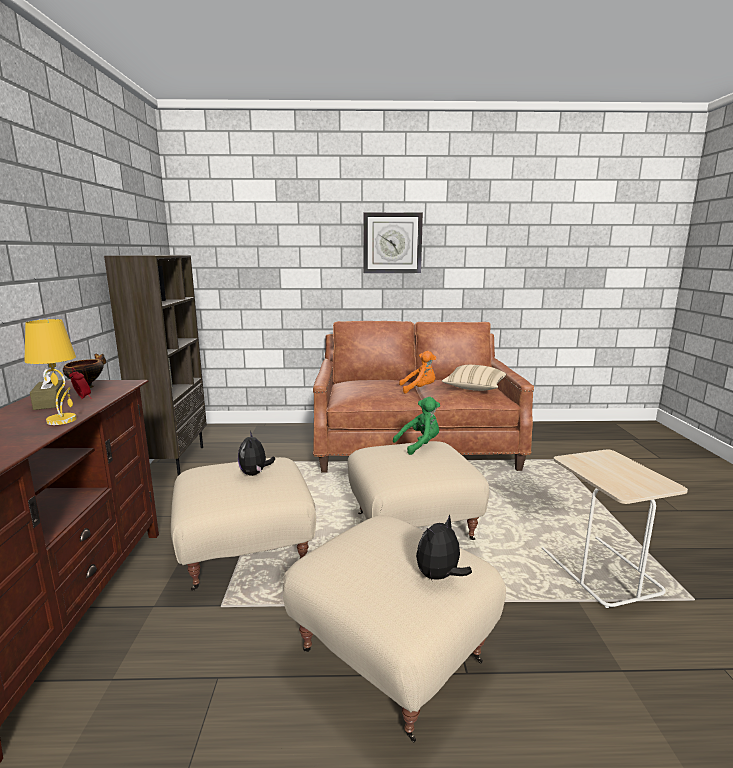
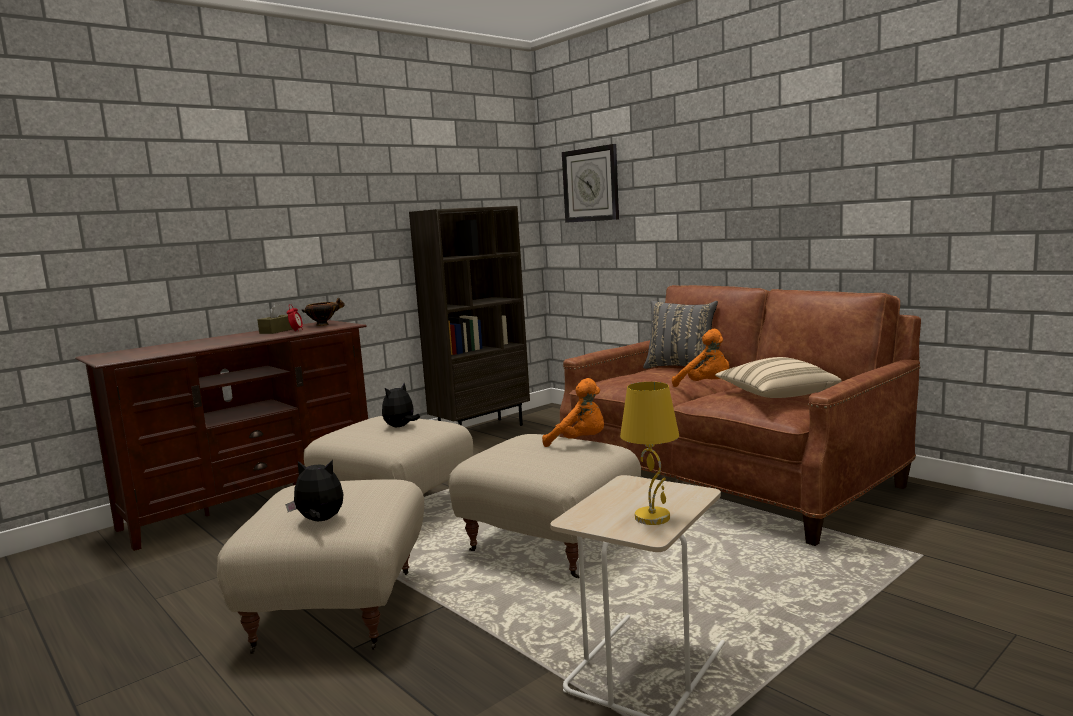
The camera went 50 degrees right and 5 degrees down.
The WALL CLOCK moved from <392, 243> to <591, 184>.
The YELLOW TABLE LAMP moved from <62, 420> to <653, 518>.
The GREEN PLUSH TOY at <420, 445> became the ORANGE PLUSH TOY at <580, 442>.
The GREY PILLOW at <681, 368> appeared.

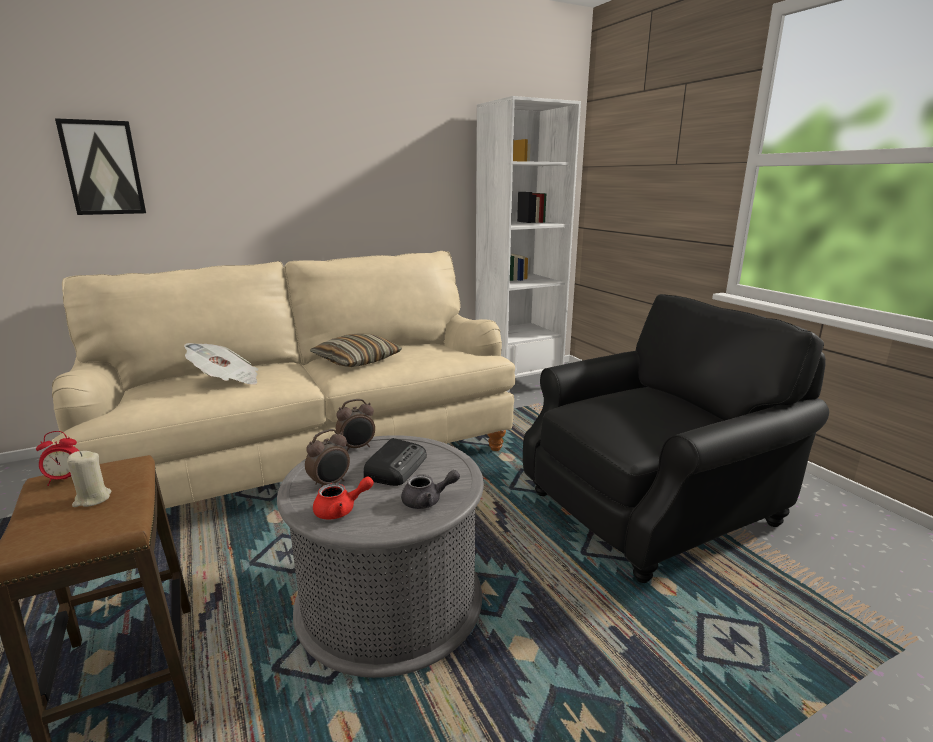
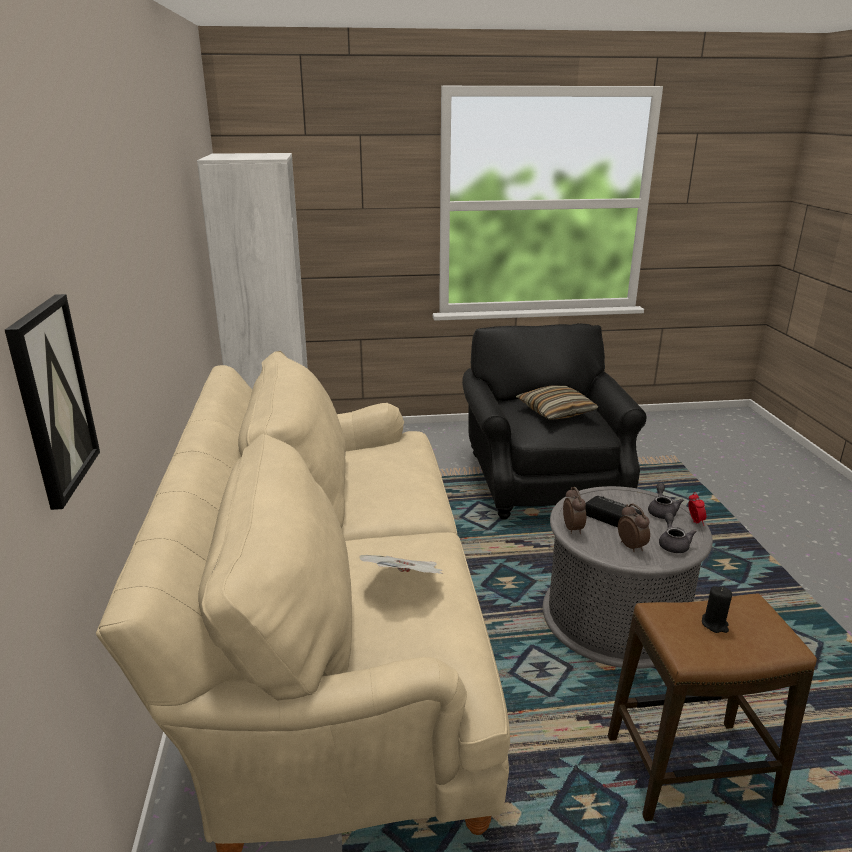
The camera went 70 degrees left and 5 degrees up.
The PILLOW moved from <357, 360> to <556, 411>.
The ALARM CLOCK moved from <65, 479> to <694, 522>.
The BEIGE CANDLE at <92, 499> became the BLACK CANDLE at <715, 624>.
The RED TEAPOT at <341, 510> became the GREY TEAPOT at <673, 544>.

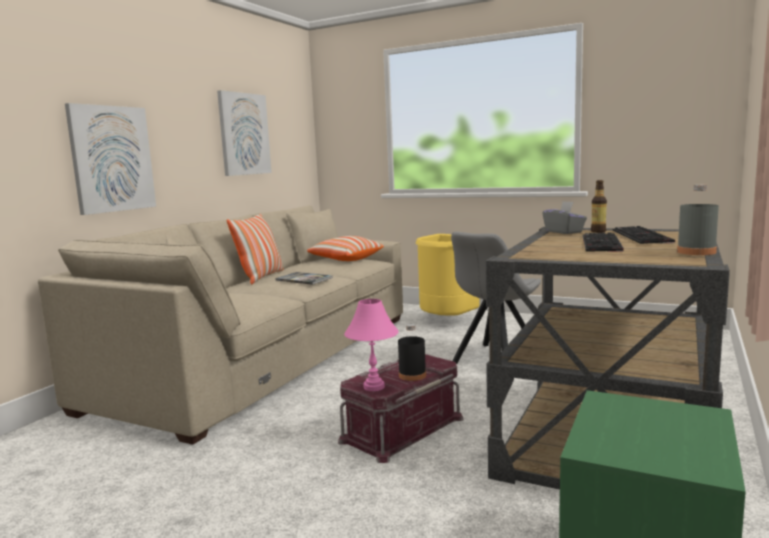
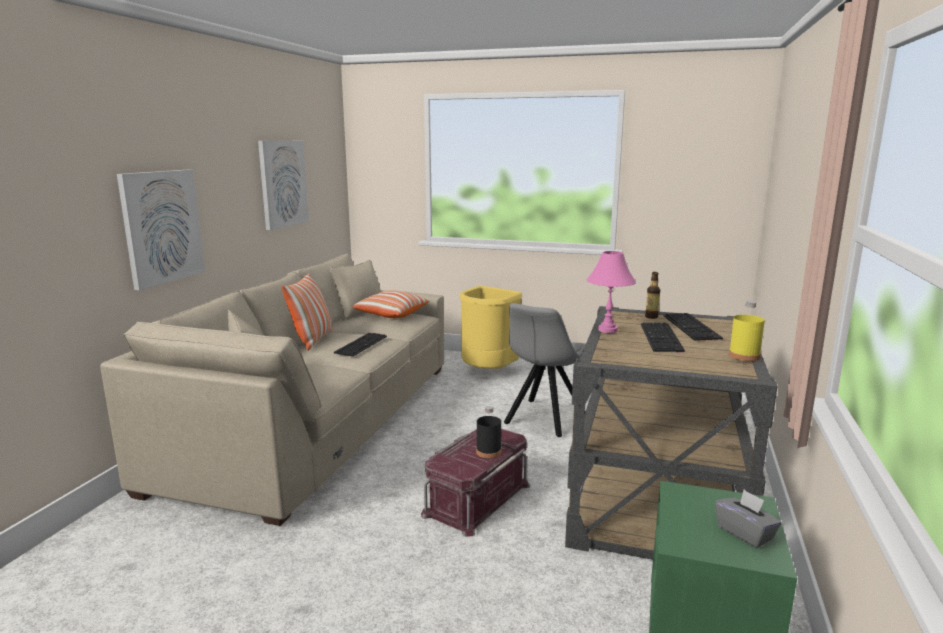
The camera went 10 degrees left and 5 degrees up.
The GREY BOTTLE at <696, 252> became the YELLOW BOTTLE at <744, 356>.
The GREY TISSUE BOX moved from <564, 232> to <745, 533>.
The BOOK at <304, 279> was replaced by the KEYBOARD at <361, 344>.
The PINK TABLE LAMP moved from <373, 387> to <607, 330>.

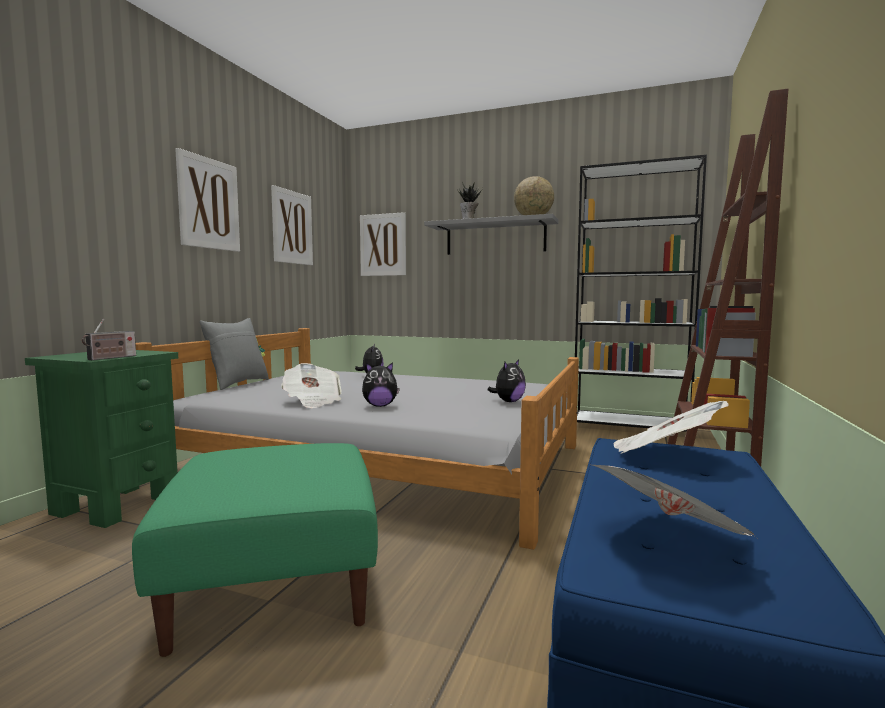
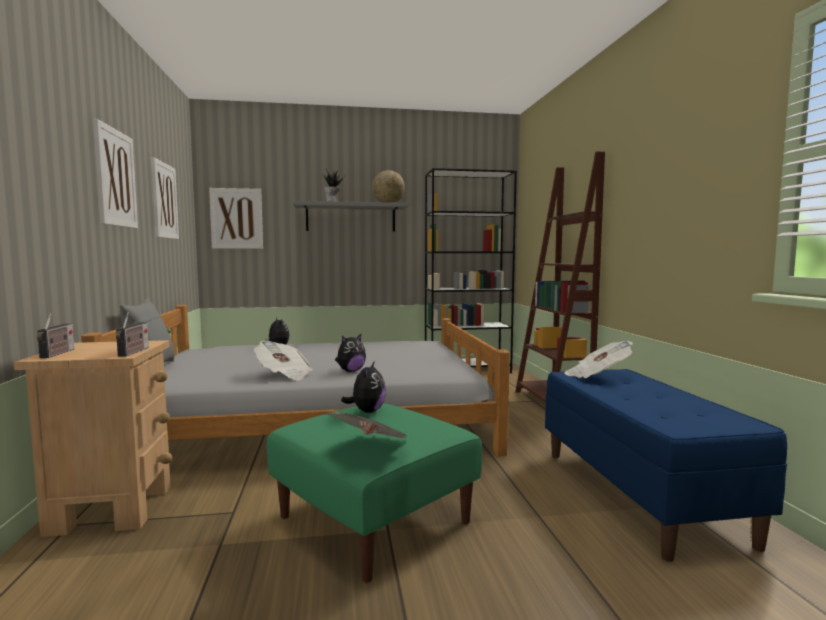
The camera went 30 degrees left and 0 degrees up.
The GREEN NIGHTSTAND at <119, 504> became the BEIGE NIGHTSTAND at <114, 508>.
The PLUSH TOY moved from <508, 401> to <367, 411>.
The NEWSPAPER moved from <674, 543> to <371, 449>.
The RADIO at <57, 354> appeared.

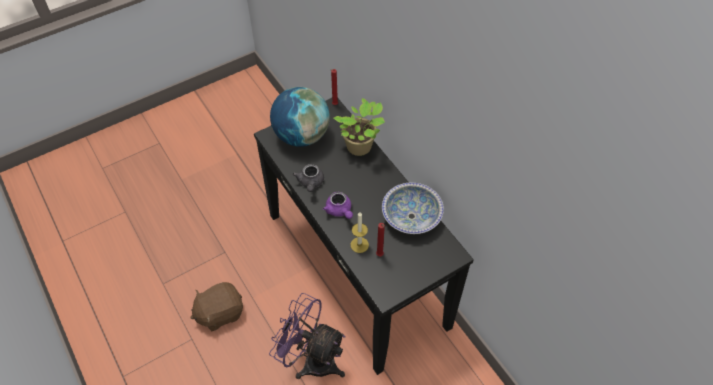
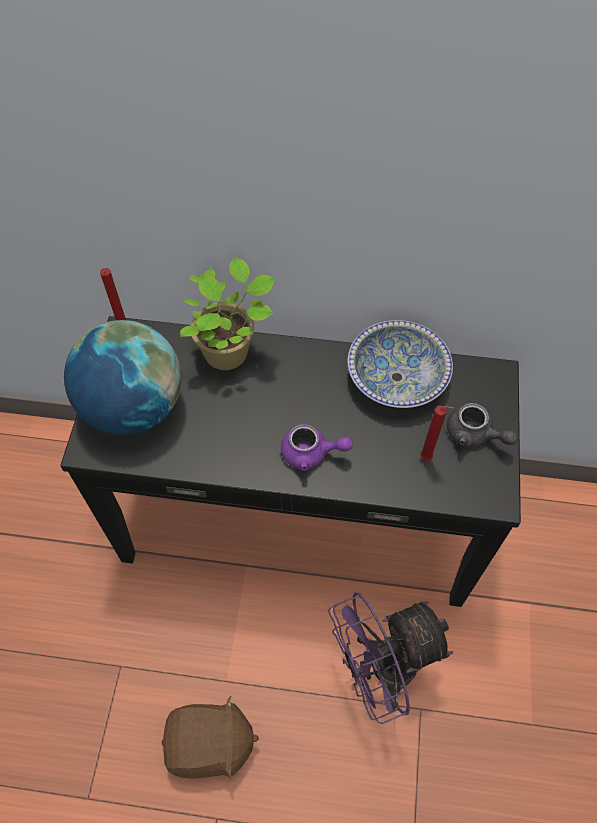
The camera went 50 degrees left and 5 degrees up.
The GREY TEAPOT moved from <310, 183> to <474, 435>.
The CANDLE at <359, 245> disappeared.
The BROWN PLUSH TOY at <220, 312> turned 105 degrees counterclockwise.

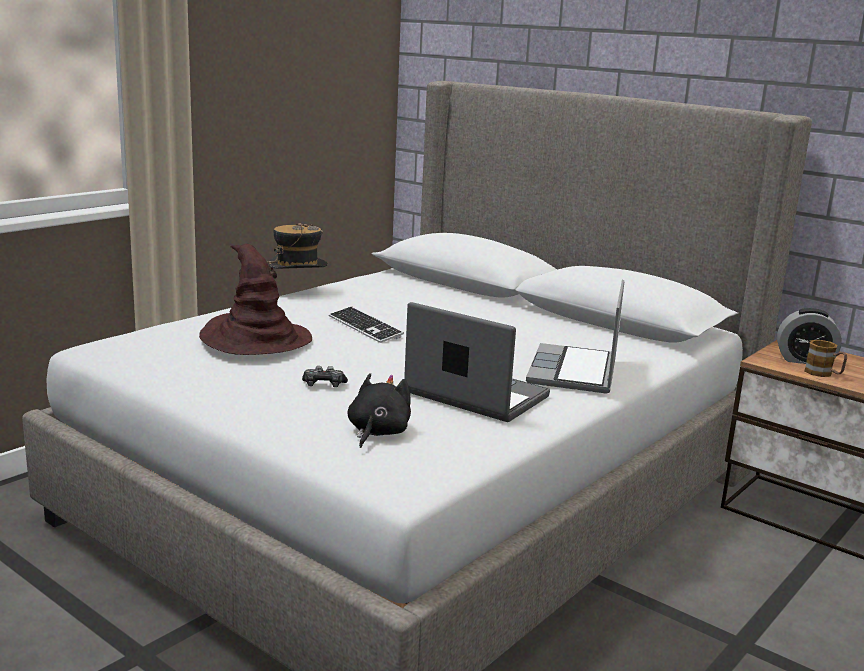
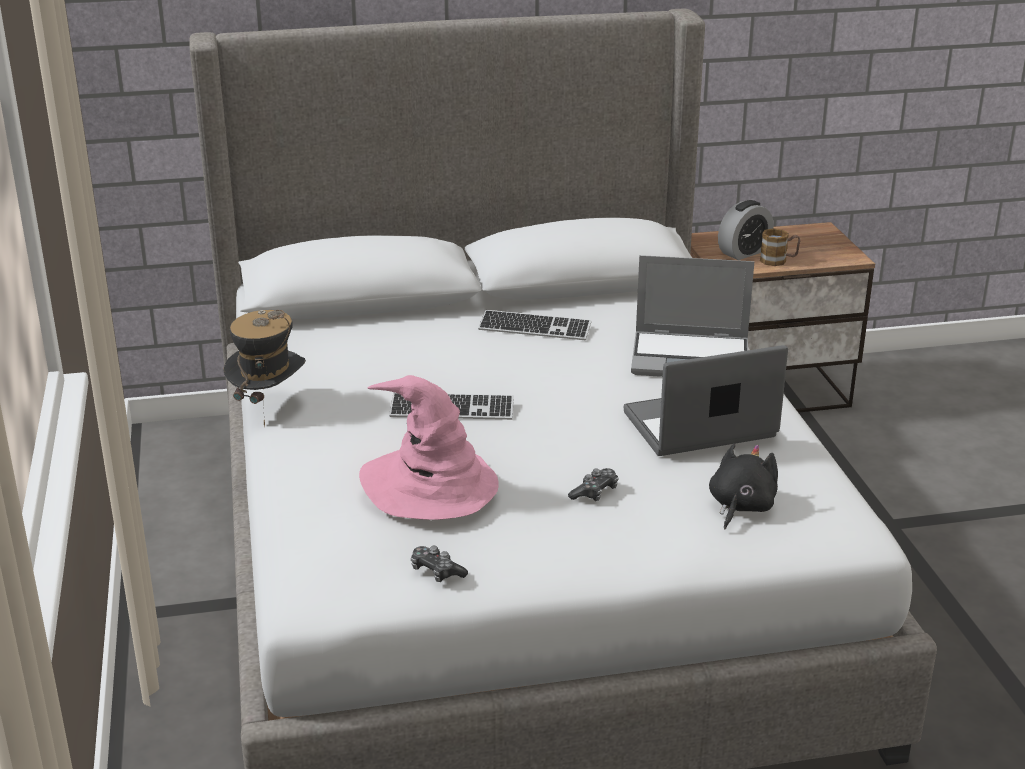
The camera went 50 degrees left and 10 degrees up.
The BROWN HAT at <255, 340> became the PINK HAT at <430, 485>.
The LAPTOP at <574, 372> turned 45 degrees counterclockwise.
The BLACK PLUSH TOY at <377, 432> turned 60 degrees clockwise.
The KEYBOARD at <534, 328> appeared.
The GAME CONTROLLER at <436, 571> appeared.

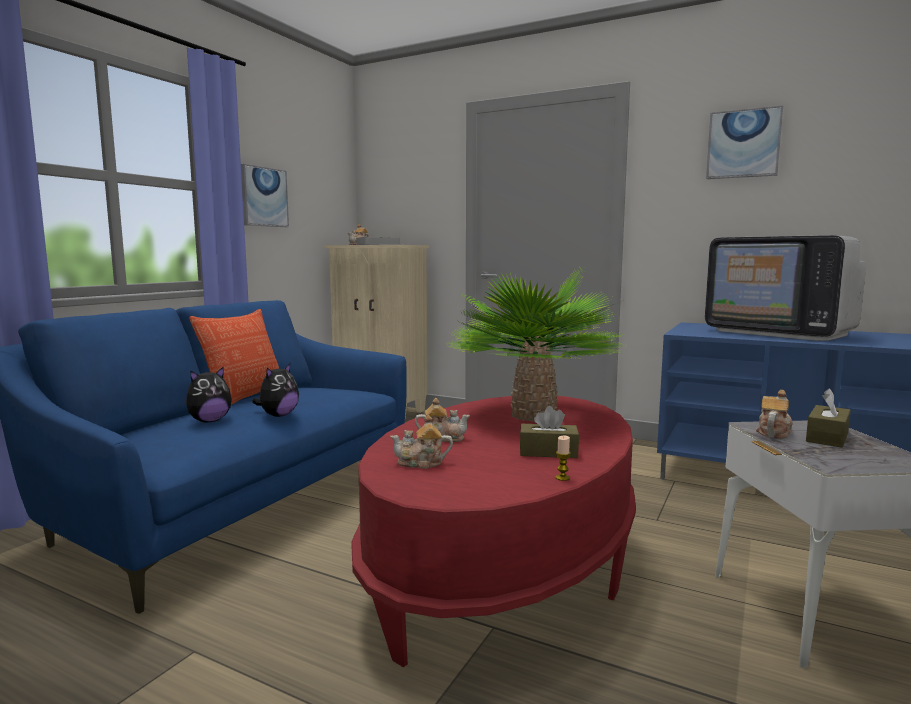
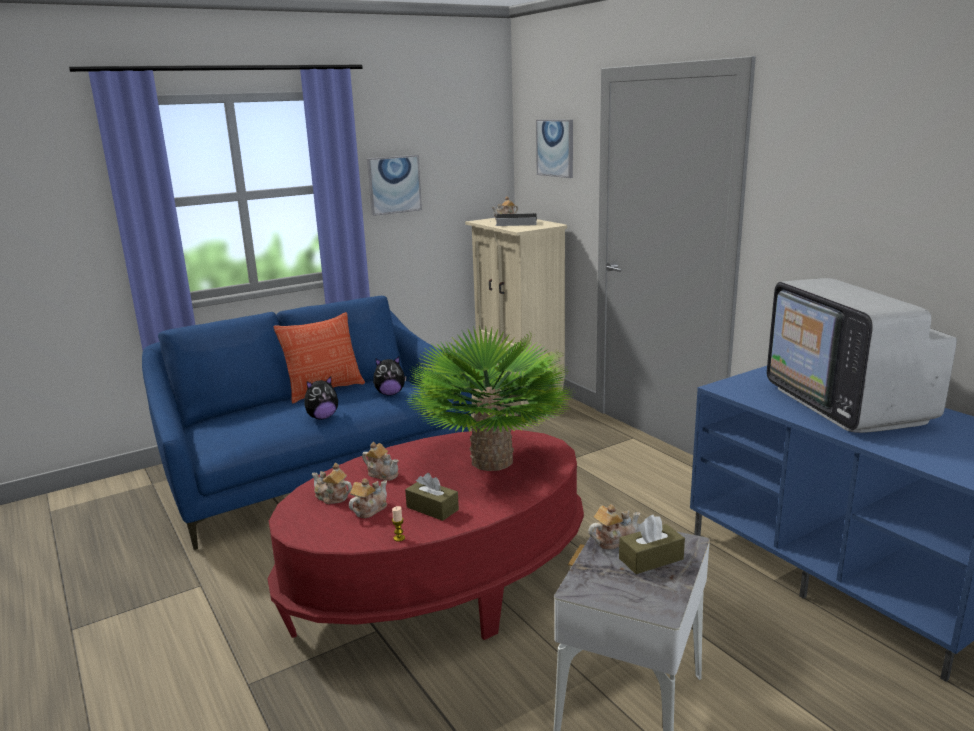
The camera went 30 degrees right and 10 degrees up.
The PICTURE moved from <743, 144> to <555, 148>.
The PLUSH TOY moved from <209, 421> to <390, 393>.
The TEAPOT at <369, 509> appeared.

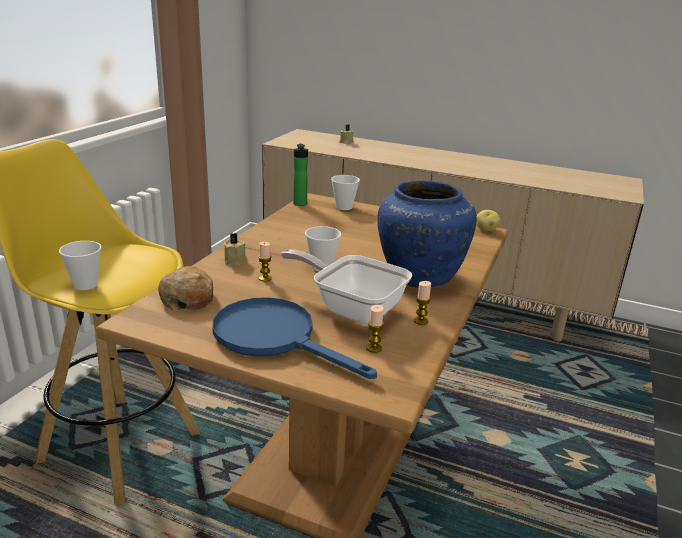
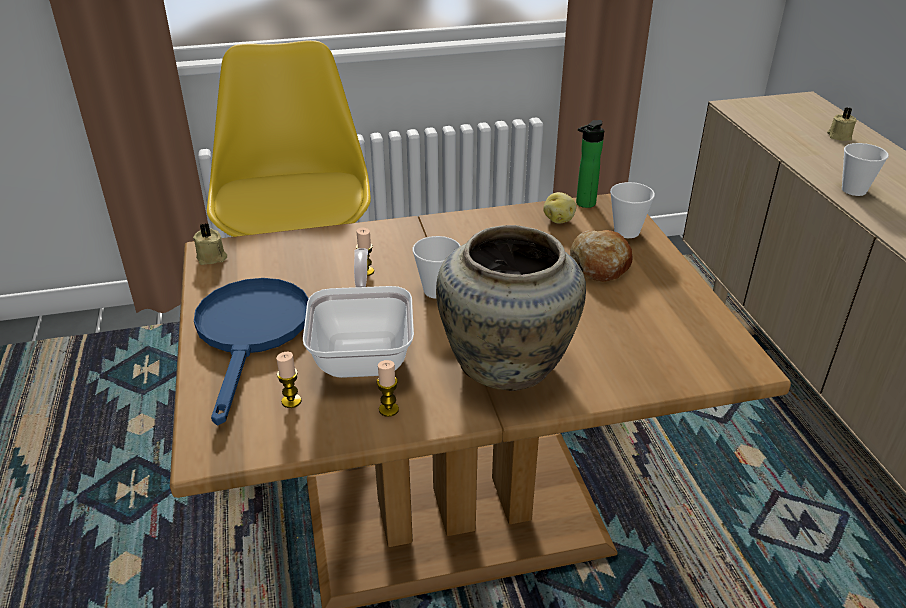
The camera went 55 degrees right and 10 degrees up.
The BLUE VASE at <420, 276> became the BEIGE VASE at <508, 364>.
The POTATO moved from <486, 229> to <559, 219>.
The BEIGE CANDLE moved from <236, 261> to <212, 258>.
The CUP moved from <86, 285> to <854, 190>.
The BREAD moved from <187, 298> to <599, 265>.

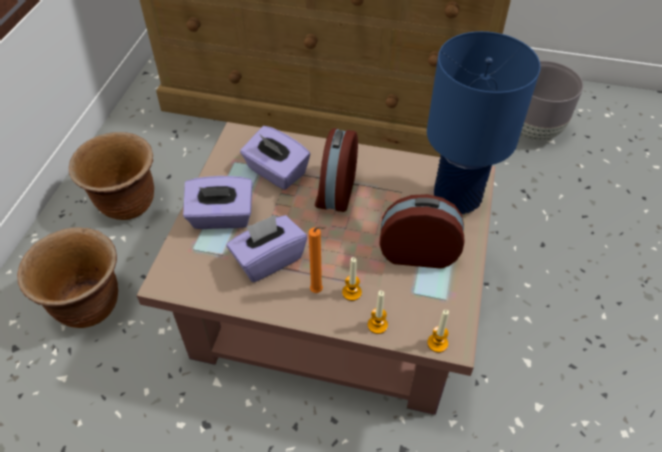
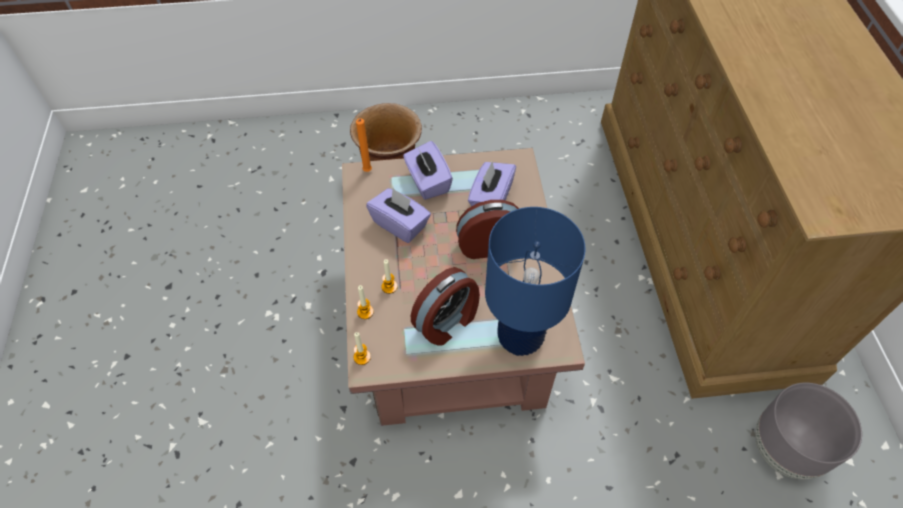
The camera went 70 degrees right and 5 degrees up.
The BROWN PLANTER at <128, 204> disappeared.
The ALARM CLOCK at <418, 252> turned 60 degrees clockwise.
The ORANGE CANDLE moved from <318, 291> to <367, 172>.

